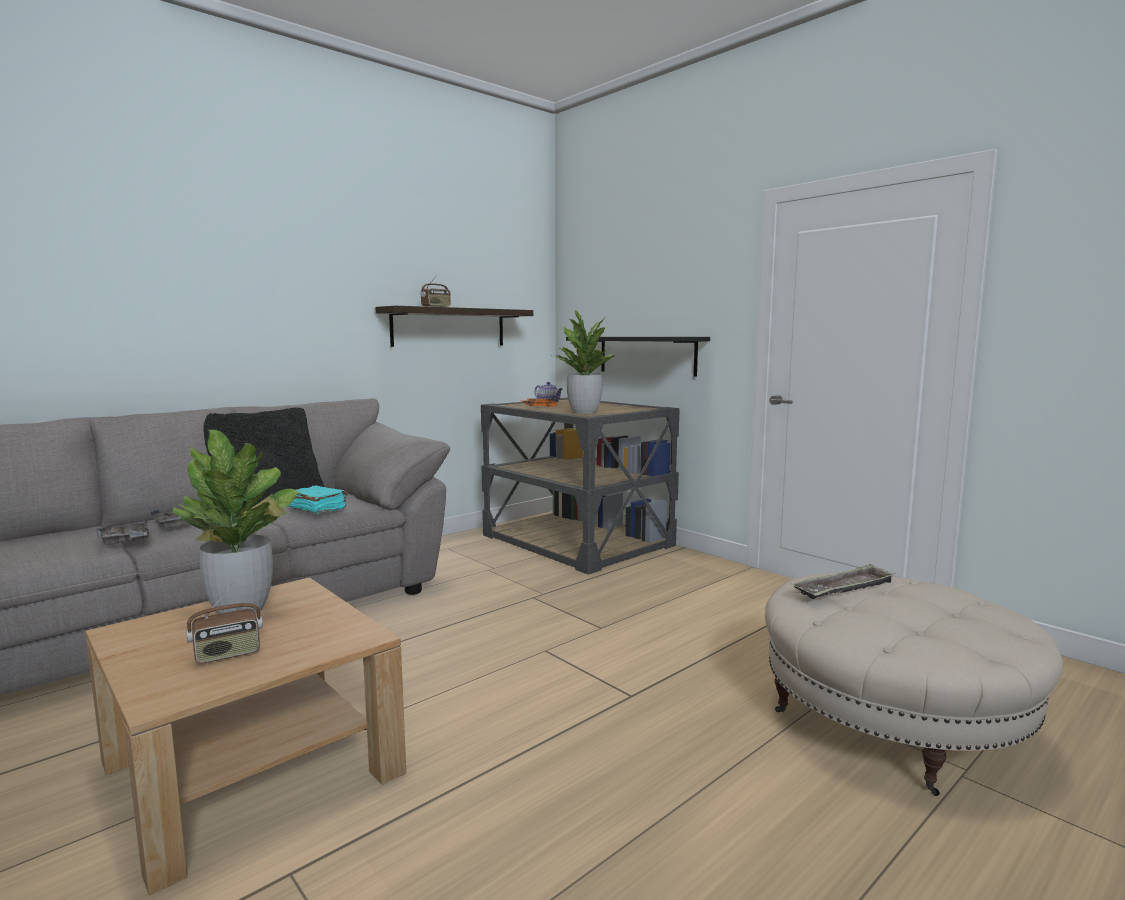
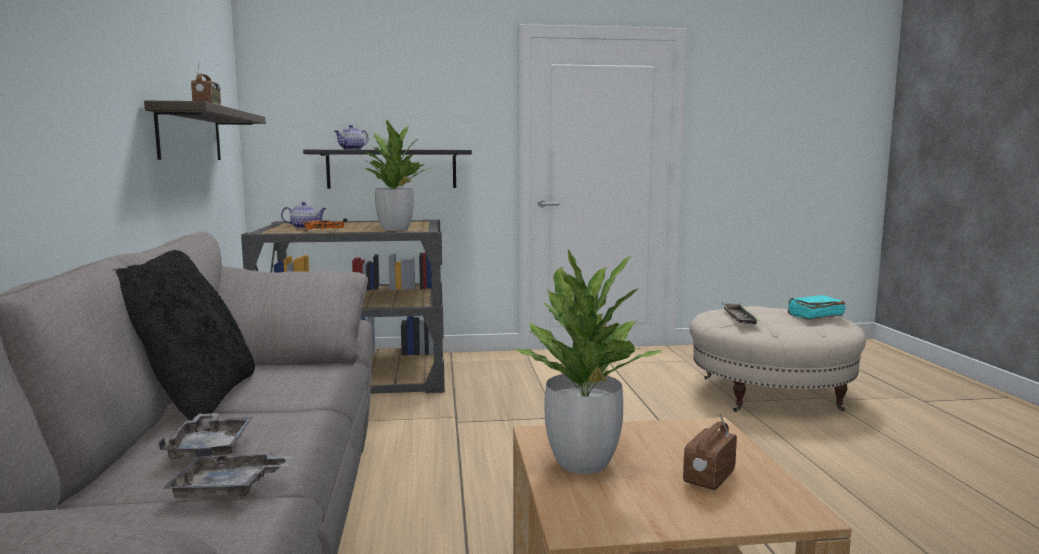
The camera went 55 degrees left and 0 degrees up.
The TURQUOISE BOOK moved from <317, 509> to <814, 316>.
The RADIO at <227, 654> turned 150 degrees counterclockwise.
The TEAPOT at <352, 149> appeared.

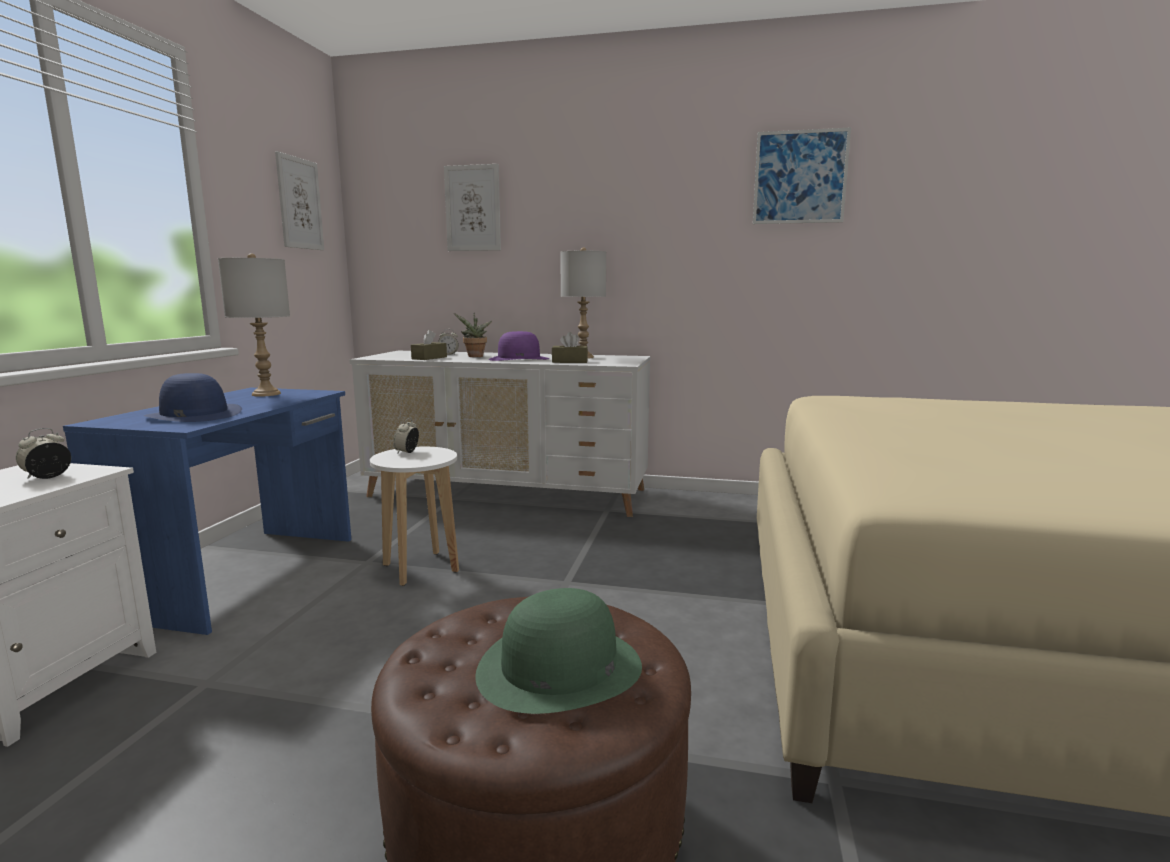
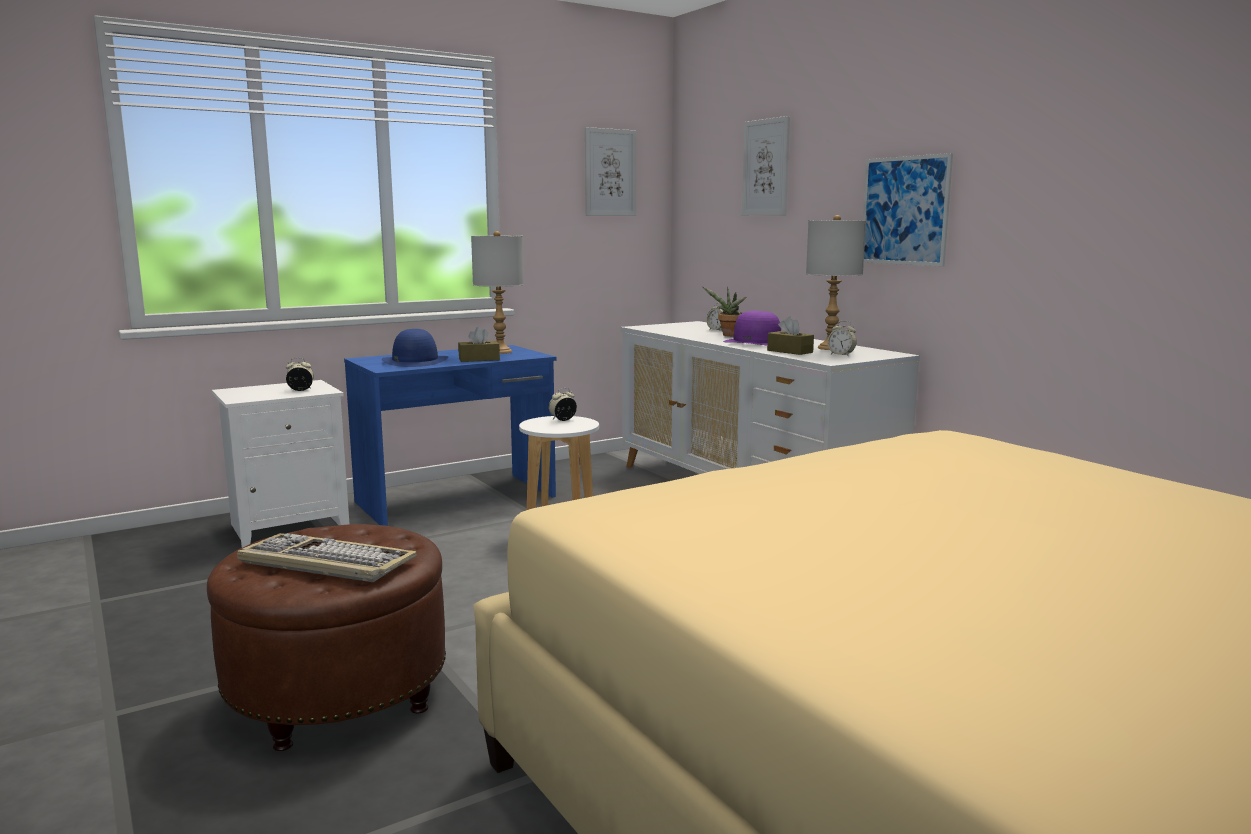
The camera went 45 degrees right and 0 degrees up.
The PICTURE moved from <800, 177> to <904, 211>.
The BROWN TISSUE BOX moved from <429, 358> to <479, 359>.
The GREEN HAT at <559, 668> was replaced by the KEYBOARD at <324, 562>.
The ALARM CLOCK at <841, 355> appeared.

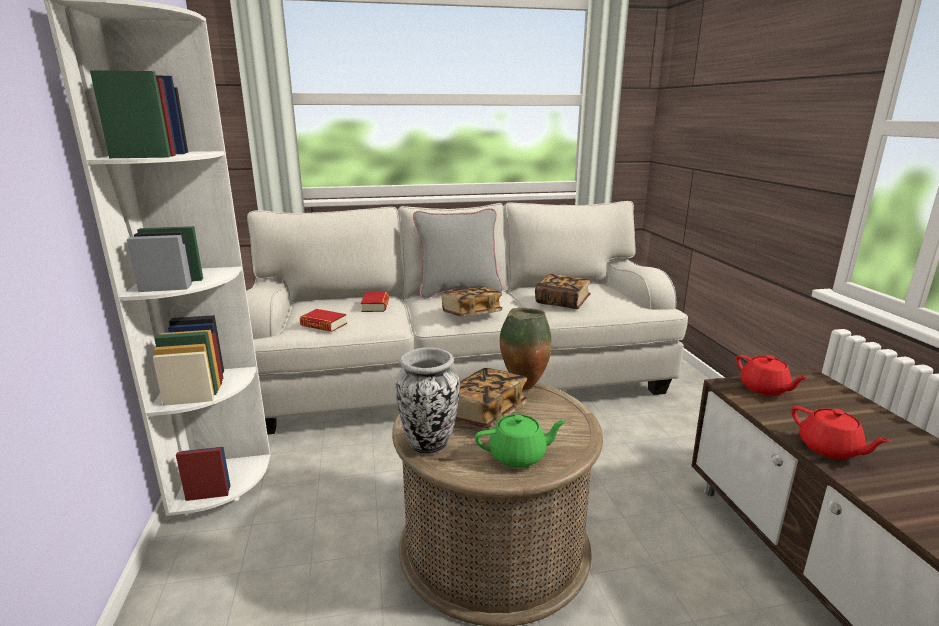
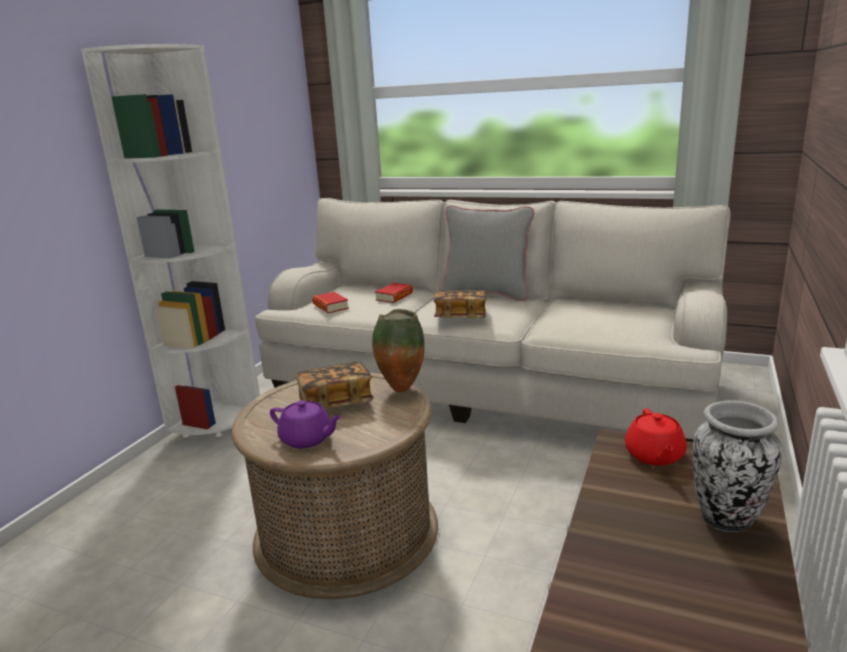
The camera went 35 degrees right and 0 degrees up.
The BOOK at <562, 302> disappeared.
The VASE moved from <429, 444> to <727, 519>.
The RED TEAPOT at <830, 449> disappeared.
The GREEN TEAPOT at <518, 456> became the PURPLE TEAPOT at <307, 439>.

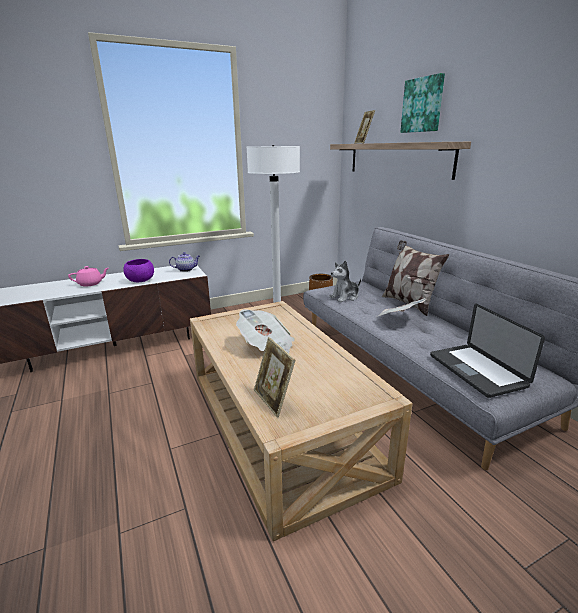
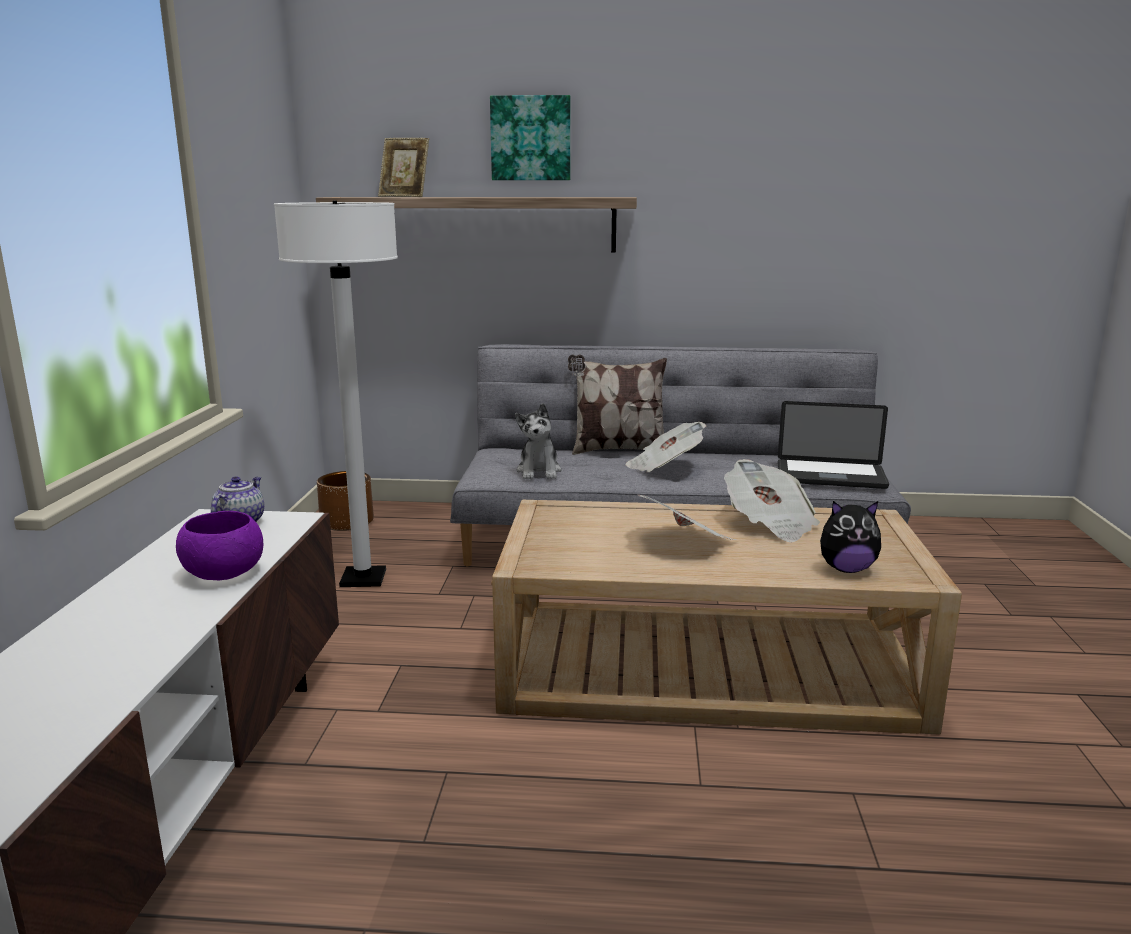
The camera went 60 degrees left and 5 degrees down.
The PINK TEAPOT at <91, 284> disappeared.
The PICTURE FRAME at <274, 400> was replaced by the PLUSH TOY at <846, 569>.
The NEWSPAPER at <770, 524> appeared.

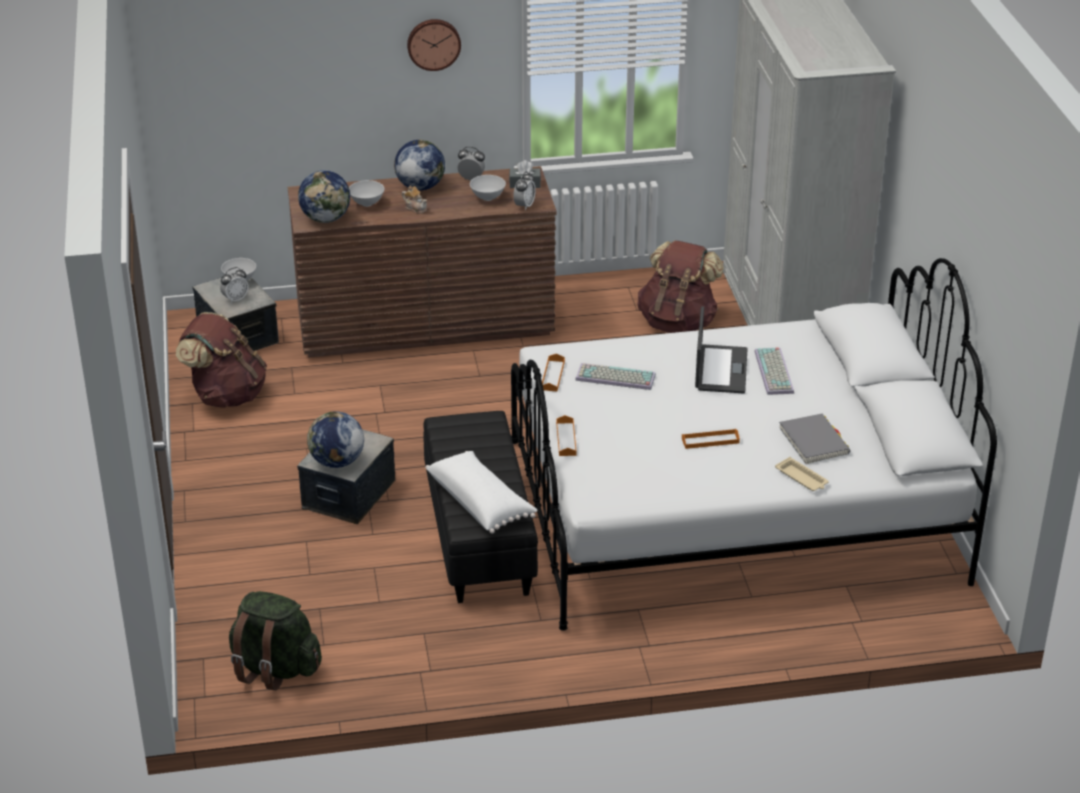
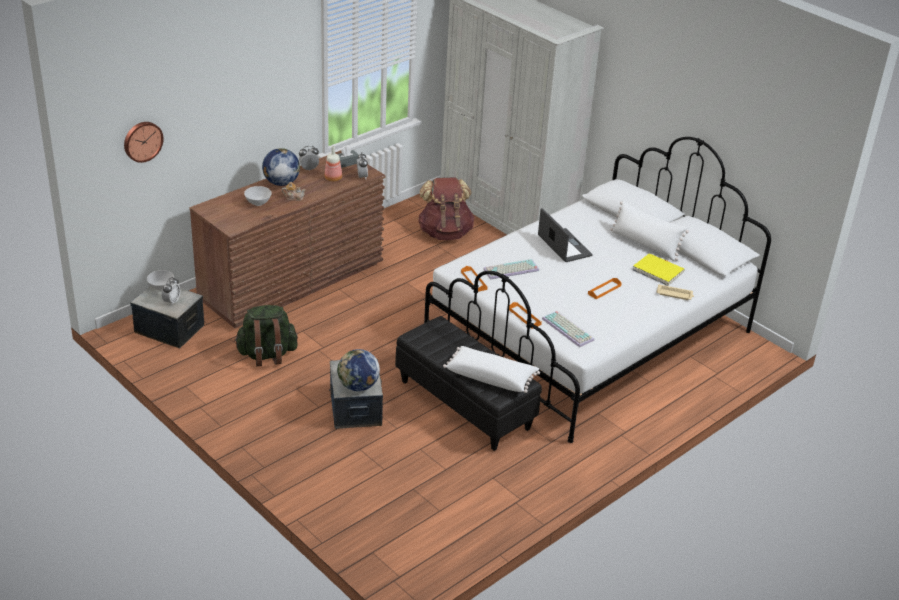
The camera went 35 degrees left and 0 degrees up.
The WALL CLOCK moved from <433, 43> to <142, 141>.
The GLOBE at <326, 219> disappeared.
The WHITE BOWL at <488, 198> was replaced by the BOTTLE at <333, 178>.
The BROWN BACKPACK at <226, 395> disappeared.
The KEYBOARD moved from <775, 372> to <569, 329>.
The GREY BOOK at <814, 441> became the YELLOW BOOK at <658, 271>.
The GREEN BACKPACK moved from <275, 668> to <267, 355>.
The WHITE PILLOW at <645, 244> appeared.

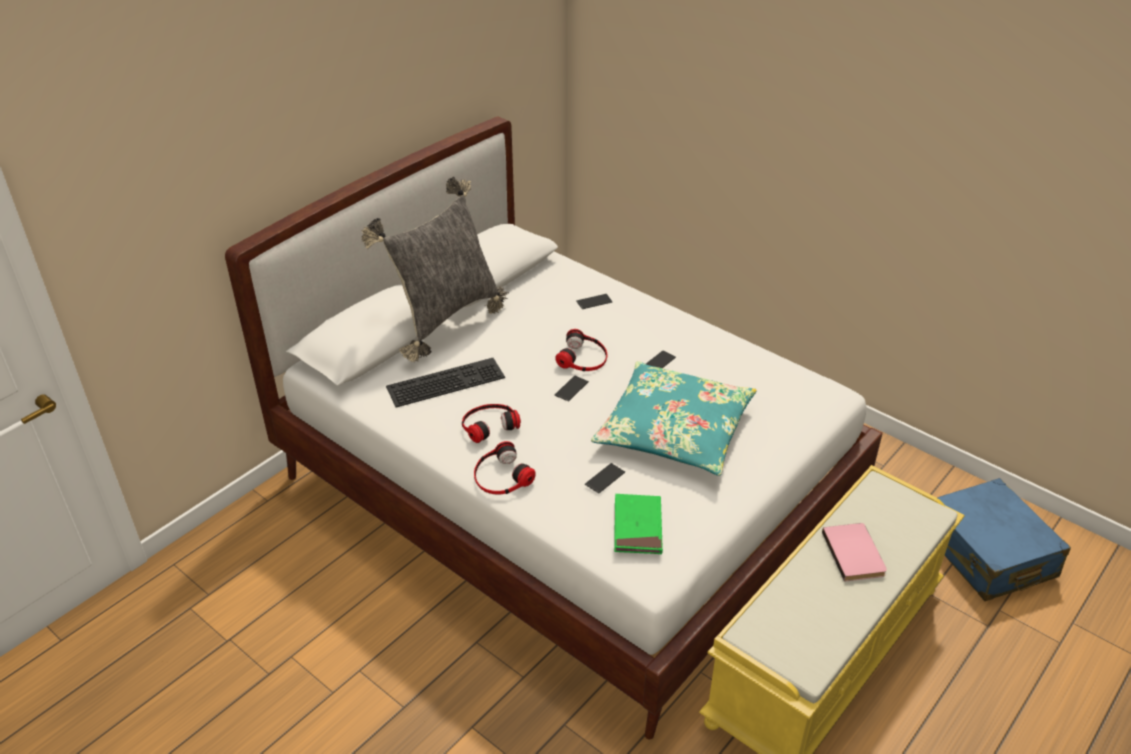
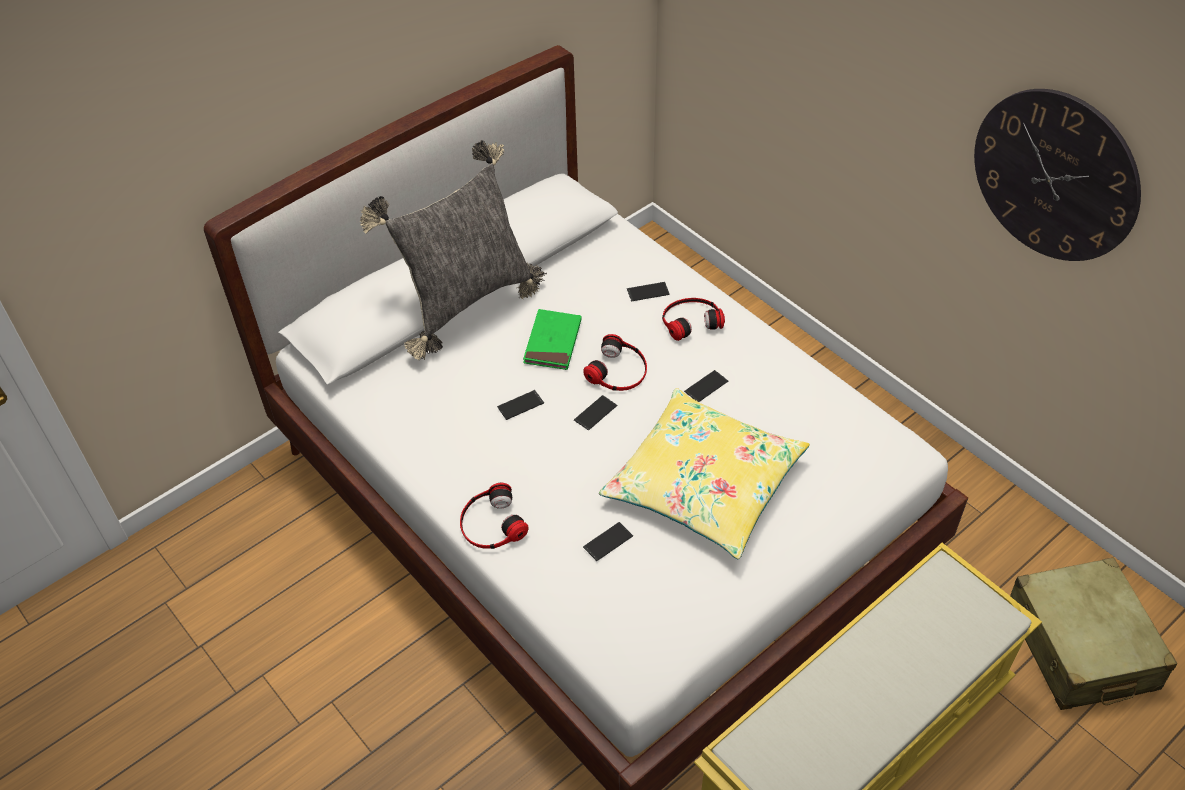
The camera went 10 degrees right and 10 degrees up.
The KEYBOARD at <446, 380> disappeared.
The TURQUOISE PILLOW at <674, 430> became the YELLOW PILLOW at <704, 484>.
The HEADPHONES moved from <489, 424> to <690, 320>.
The BLUE SUITCASE at <987, 553> became the BEIGE SUITCASE at <1080, 647>.
The GREEN BOOK moved from <637, 526> to <553, 342>.
The PINK BOOK at <855, 553> disappeared.
The WALL CLOCK at <1055, 175> appeared.
The PHONE at <520, 405> appeared.

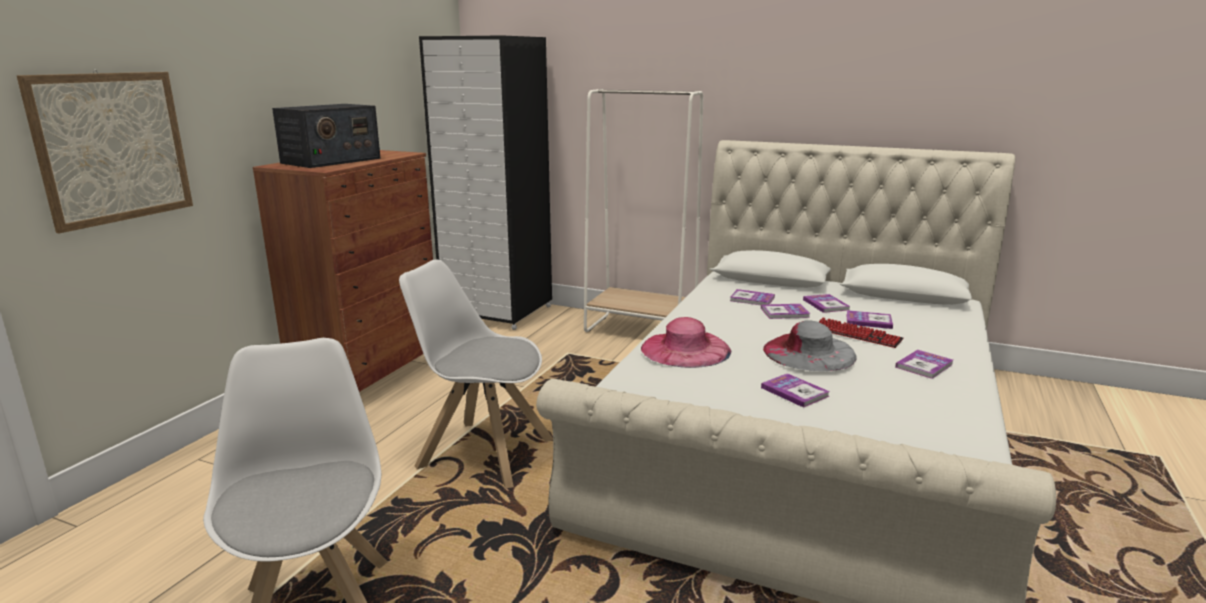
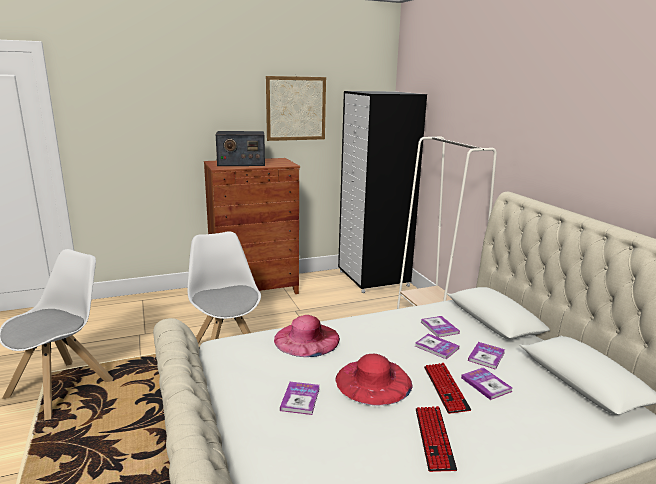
The camera went 45 degrees right and 0 degrees up.
The PICTURE moved from <112, 146> to <296, 108>.
The GREY HAT at <809, 352> became the RED HAT at <373, 381>.
The BOOK at <924, 366> was replaced by the KEYBOARD at <434, 438>.

